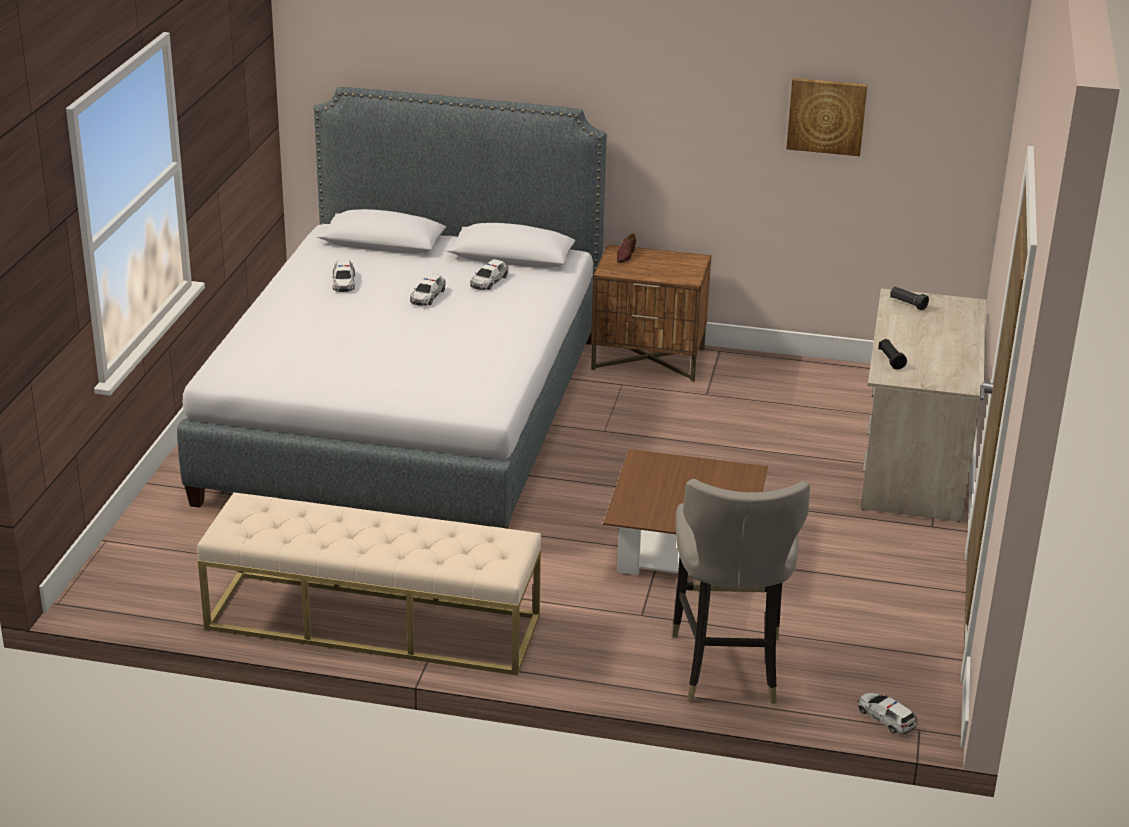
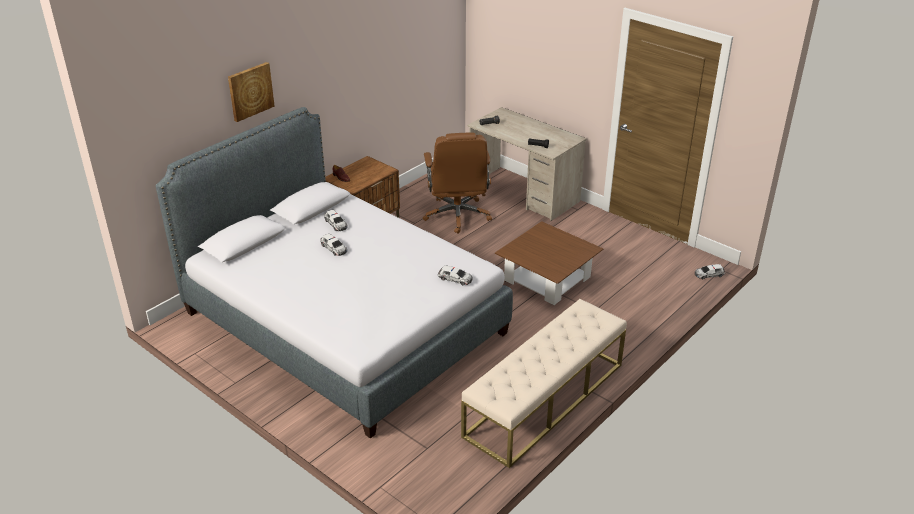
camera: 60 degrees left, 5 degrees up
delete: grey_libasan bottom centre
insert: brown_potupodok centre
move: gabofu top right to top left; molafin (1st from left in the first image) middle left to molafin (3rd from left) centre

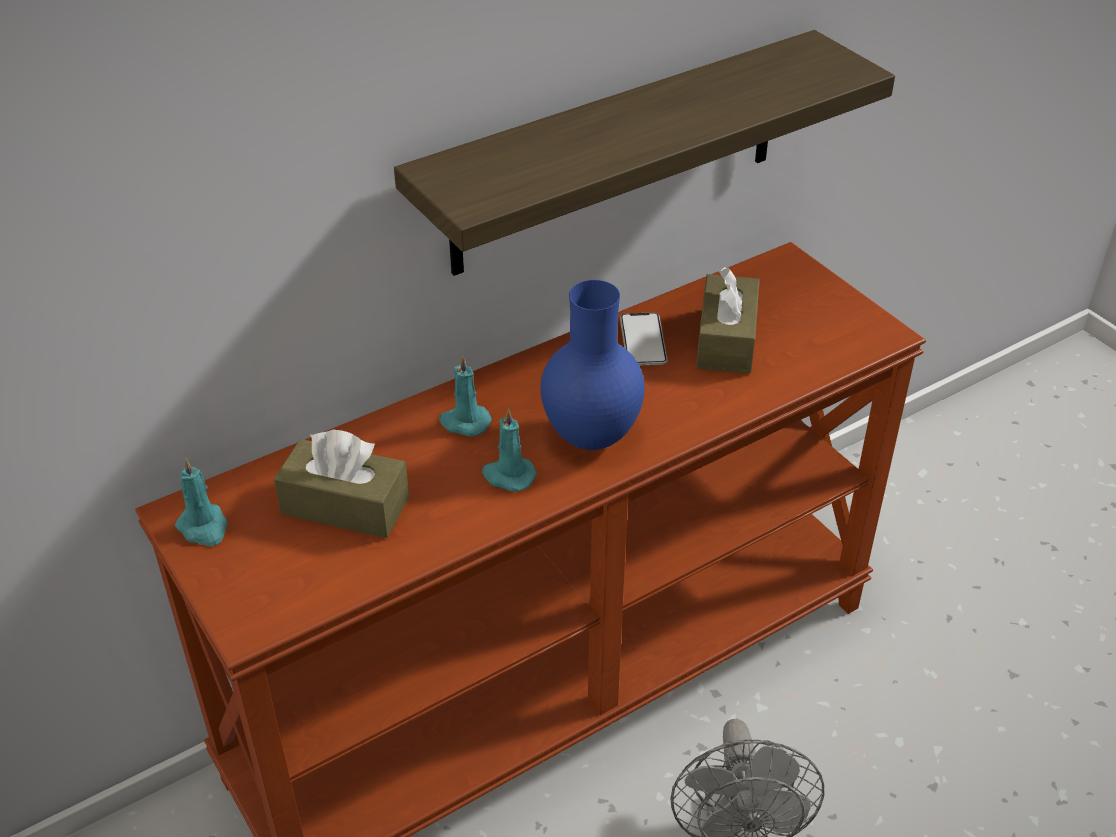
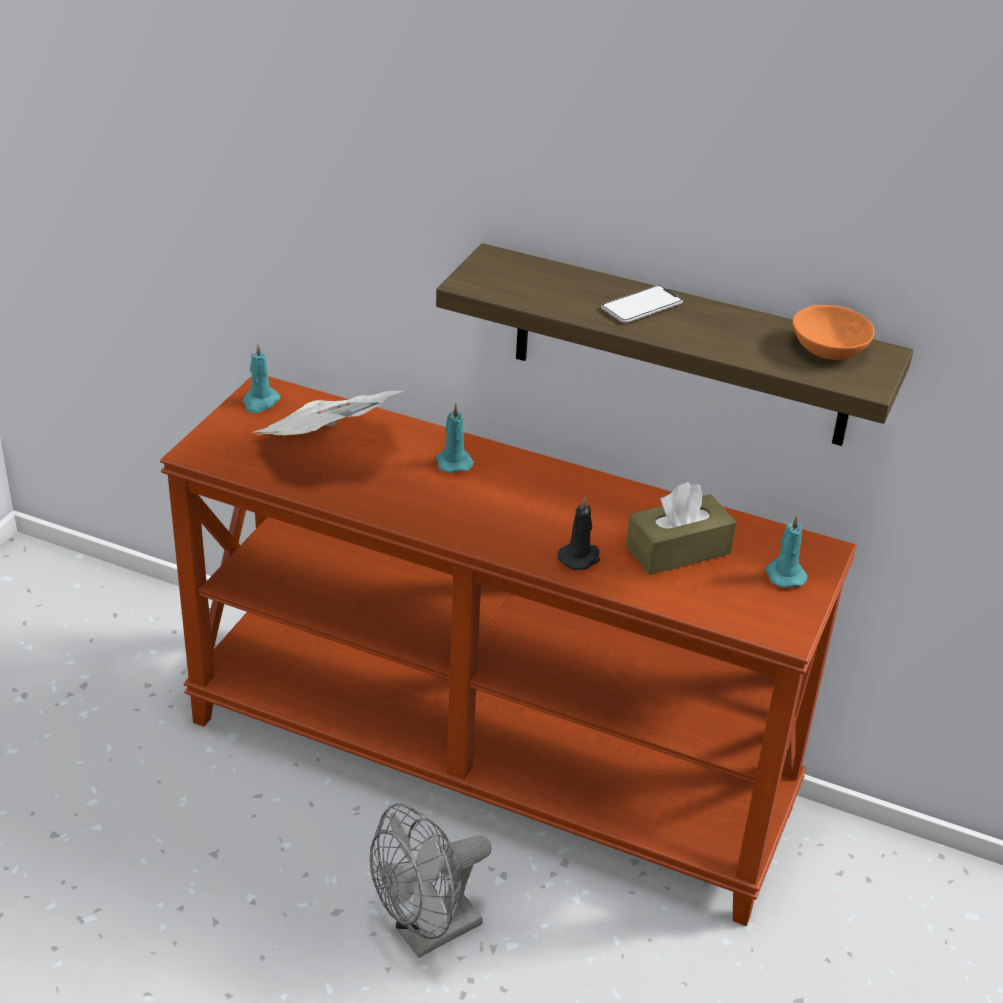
camera: 55 degrees right, 5 degrees down
delete: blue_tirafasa centre
insert: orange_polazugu top right; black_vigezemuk centre
move: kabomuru centre to top centre; turquoise_vigezemuk (3rd from left) centre to middle right
replace: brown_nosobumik (1st from left) middle left to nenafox middle left

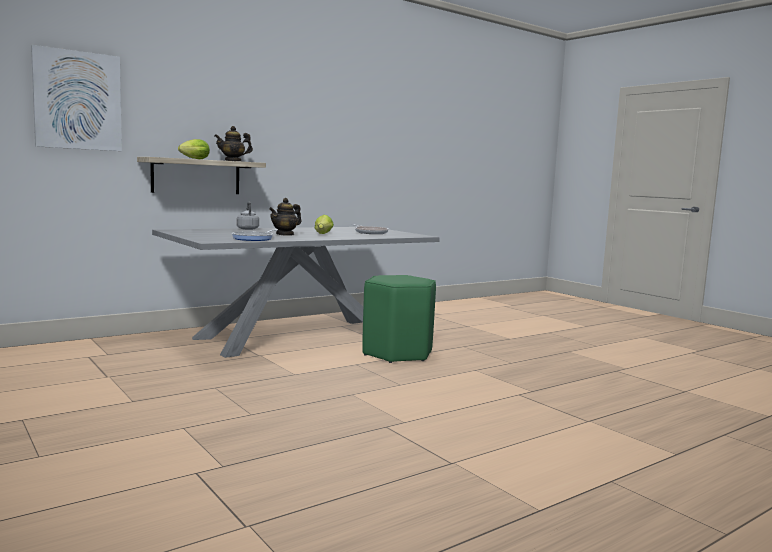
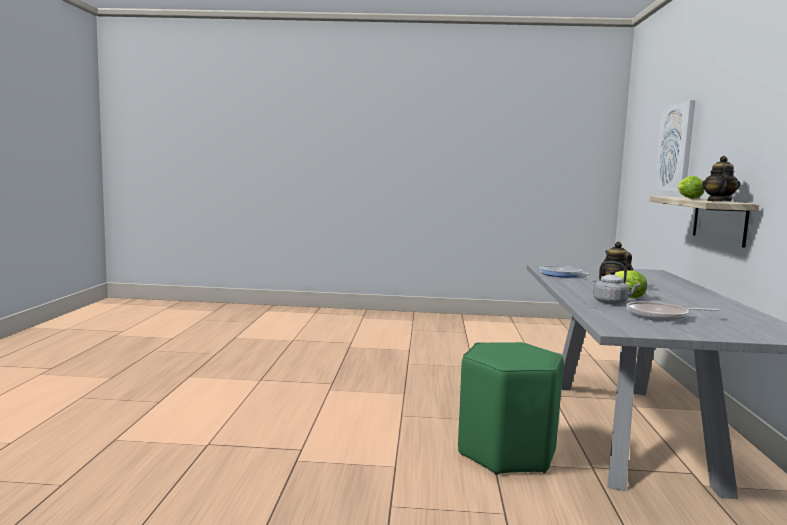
camera: 130 degrees right, 0 degrees up
move: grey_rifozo middle left to middle right

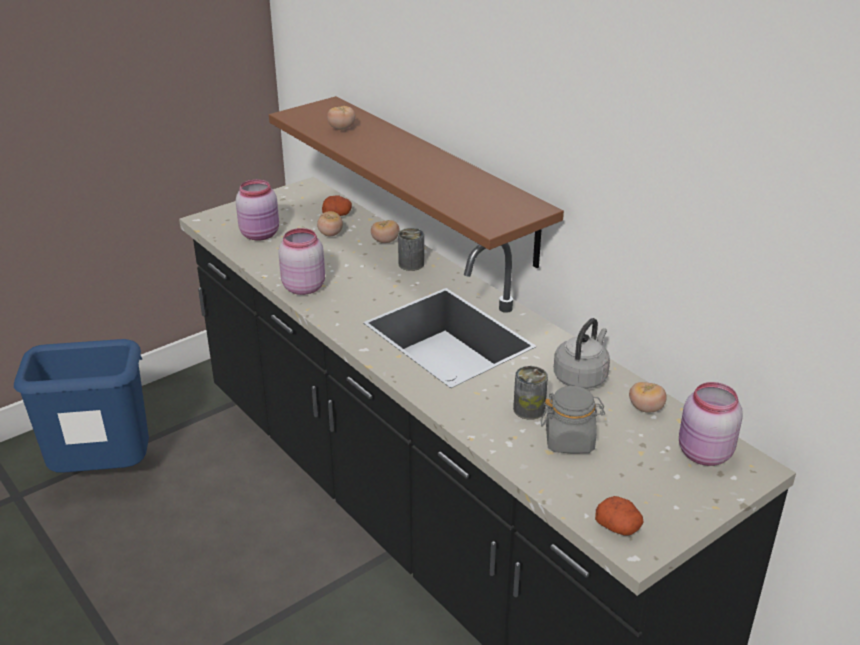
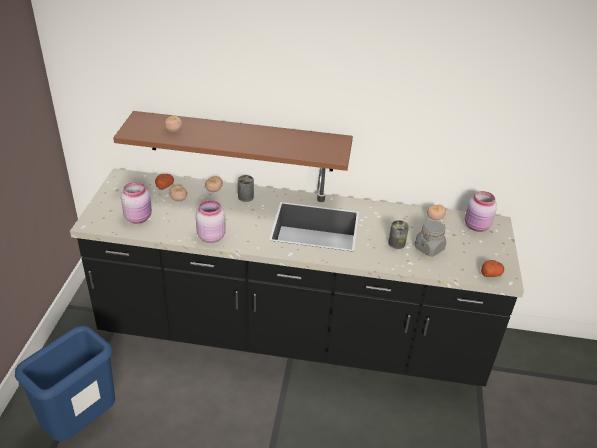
camera: 45 degrees left, 5 degrees up
delete: grey_rifozo middle right

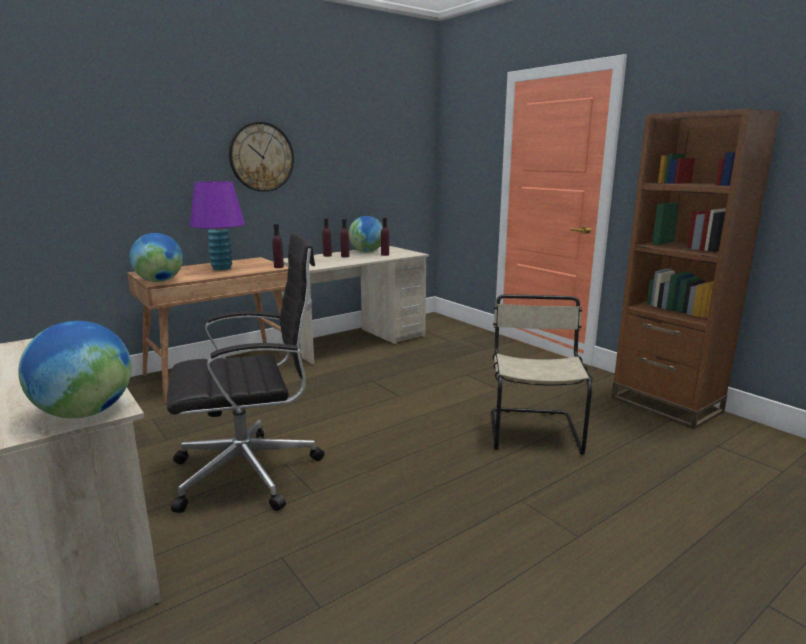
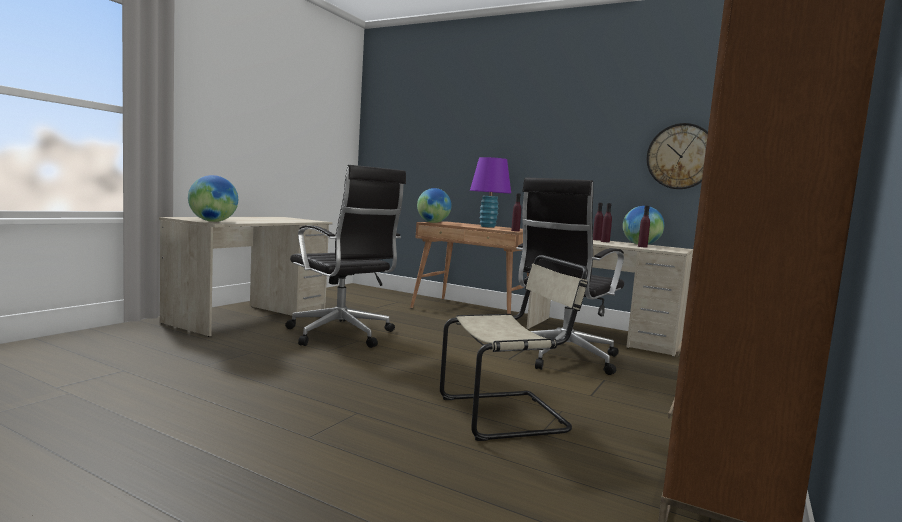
camera: 65 degrees right, 10 degrees down
insert: black_potupodok (2nd from left) centre
move: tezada top left to top right

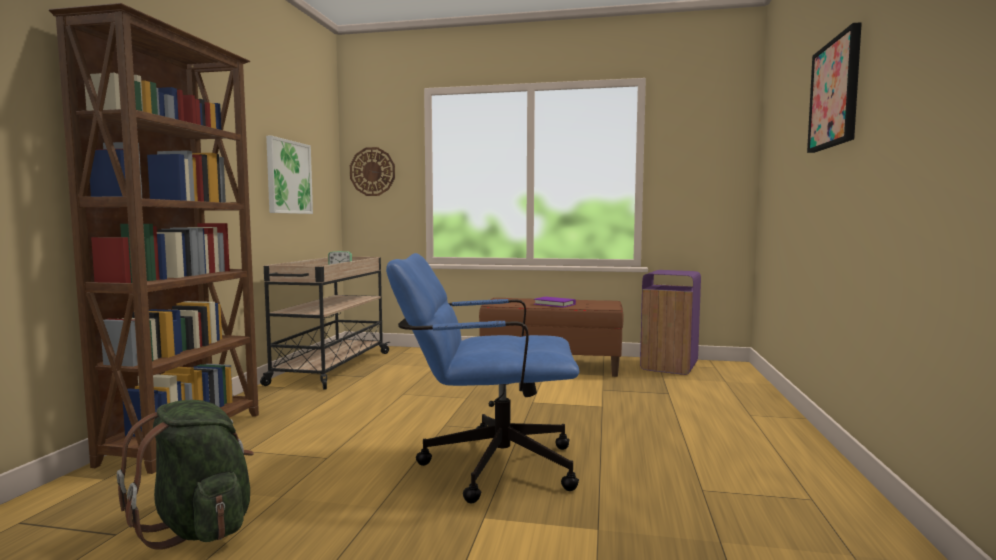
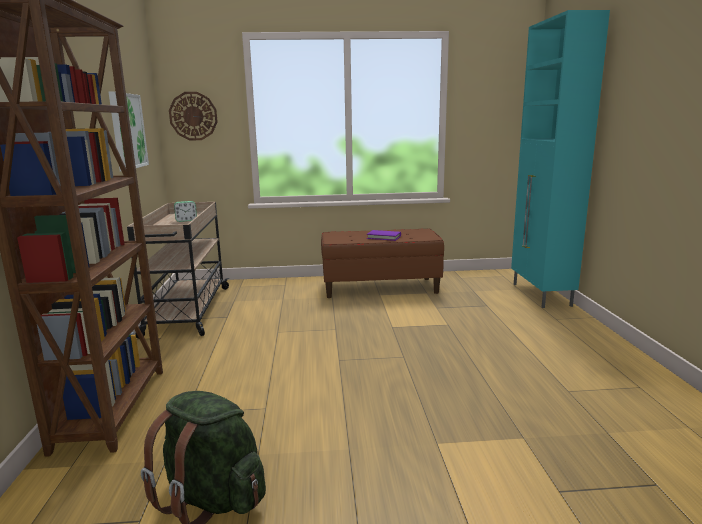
camera: 15 degrees left, 10 degrees up
delete: gabofu (2nd from left) top right; blue_potupodok bottom centre; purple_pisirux middle right
insert: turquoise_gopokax top right

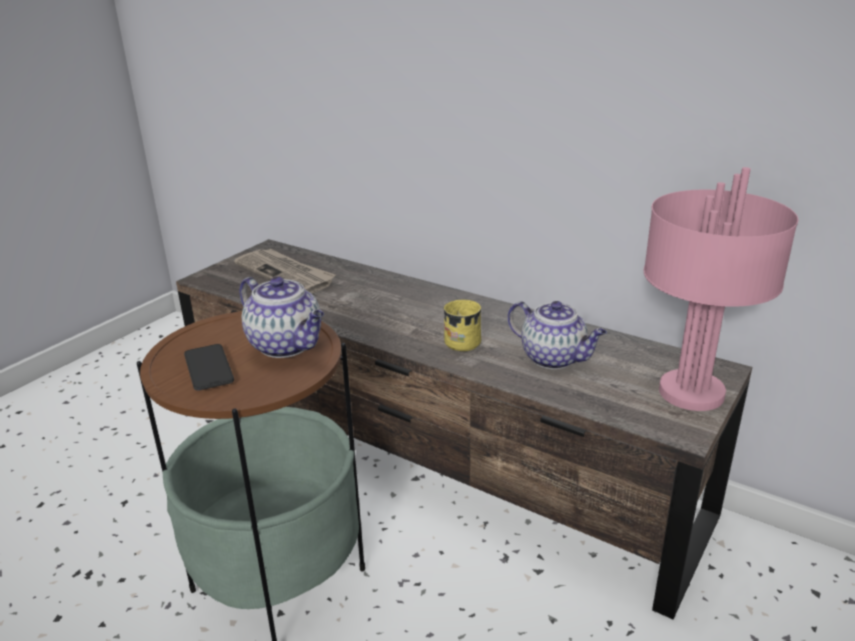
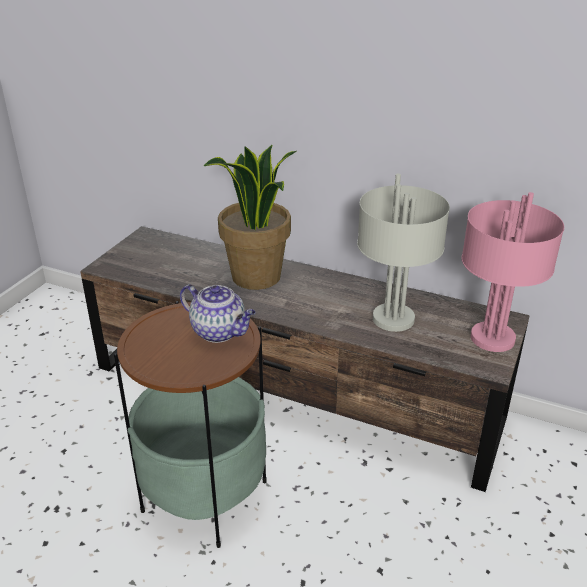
camera: 10 degrees left, 5 degrees up
delete: nenafox middle left; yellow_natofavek centre; kabomuru middle left
insert: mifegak centre
replace: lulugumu (2nd from left) centre to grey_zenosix middle right

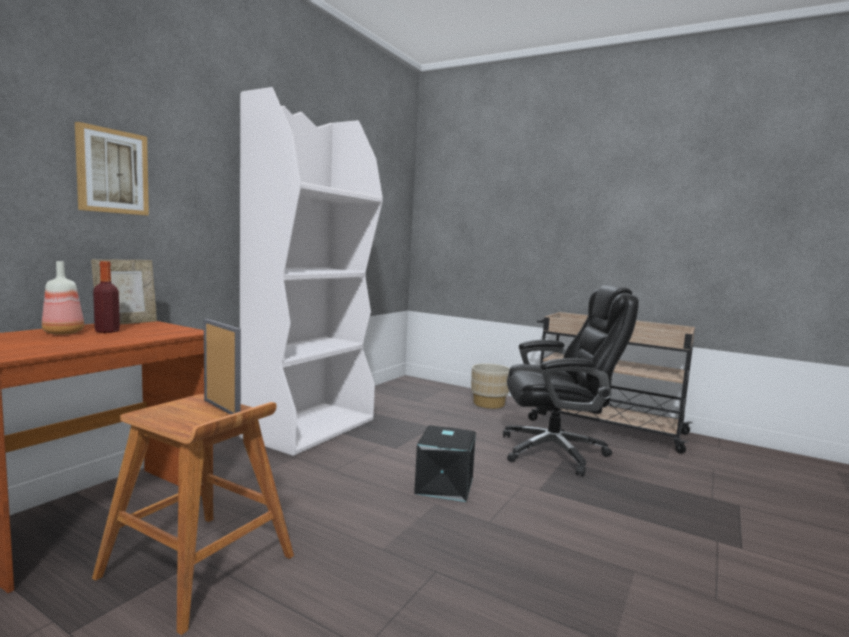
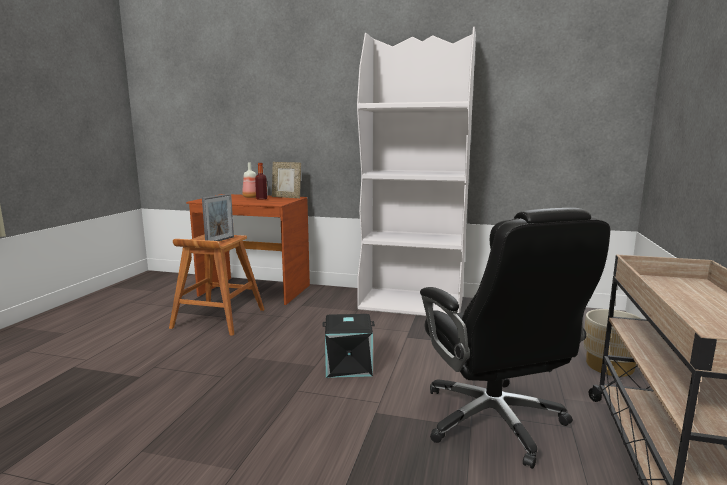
camera: 75 degrees right, 5 degrees up
delete: gabofu top left

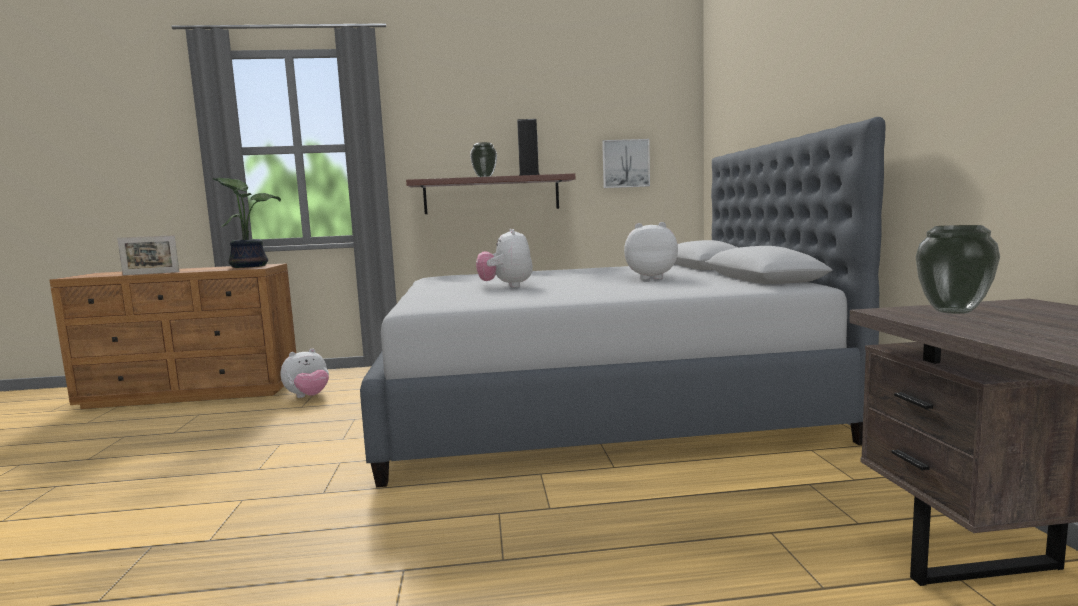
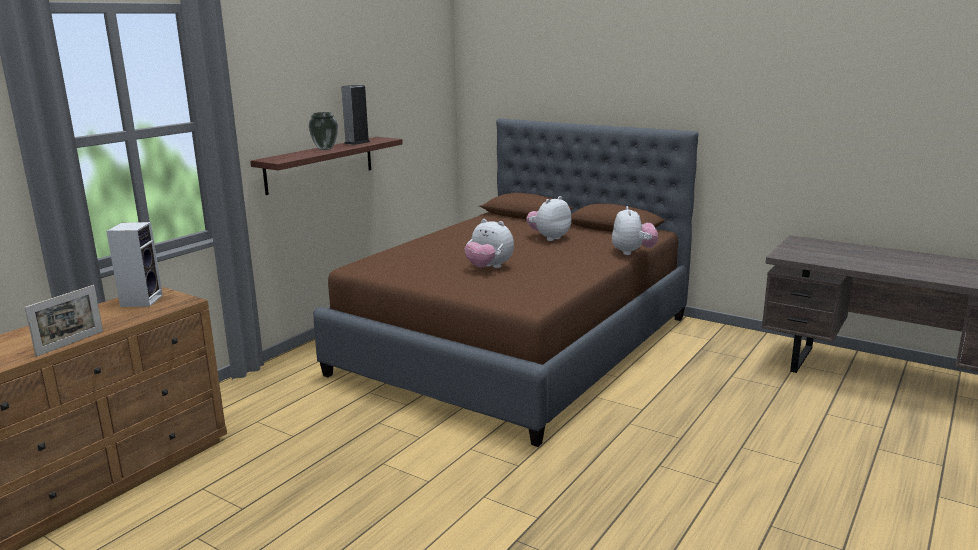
camera: 50 degrees left, 10 degrees up
delete: gabofu top centre; tirafasa (2nd from left) middle right
move: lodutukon (1st from left in the first image) middle left to lodutukon (3rd from left) centre
replace: mifegak middle left to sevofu (1st from left) middle left
recolor: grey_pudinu centre to brown_pudinu centre

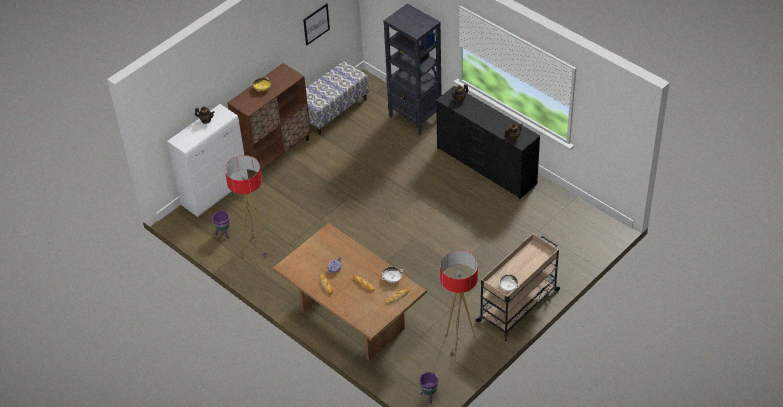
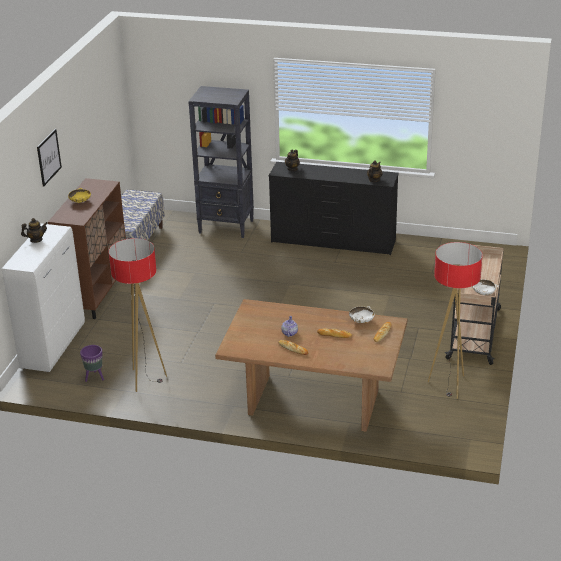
camera: 30 degrees left, 15 degrees down
delete: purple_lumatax (2nd from left) bottom centre
move: gabofu top centre to top left

